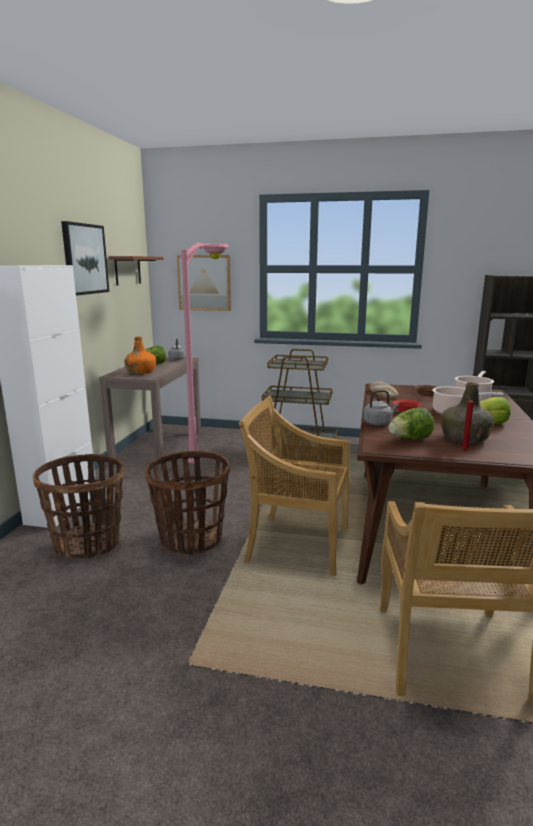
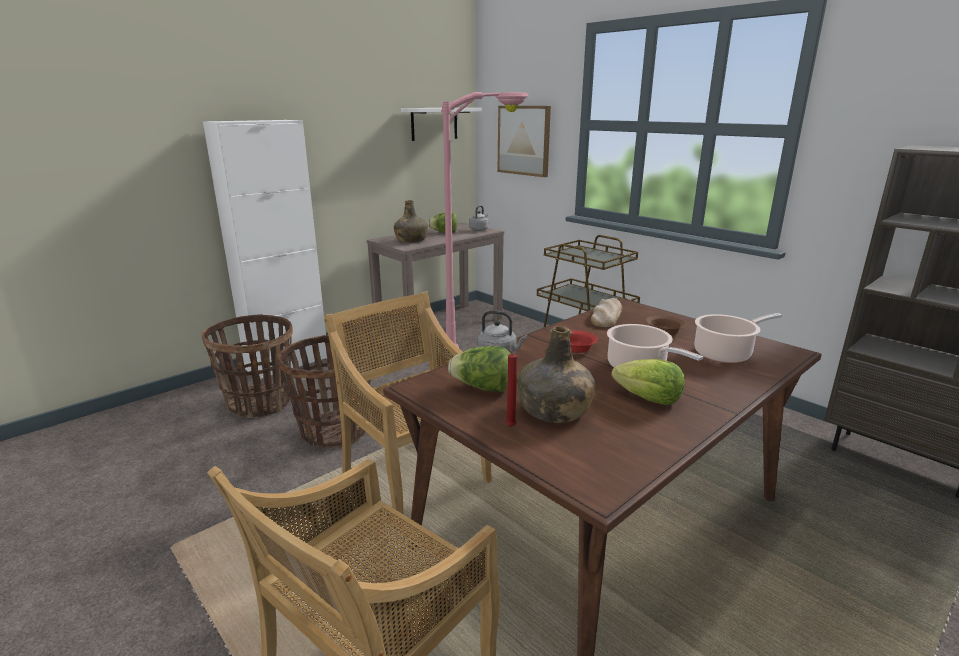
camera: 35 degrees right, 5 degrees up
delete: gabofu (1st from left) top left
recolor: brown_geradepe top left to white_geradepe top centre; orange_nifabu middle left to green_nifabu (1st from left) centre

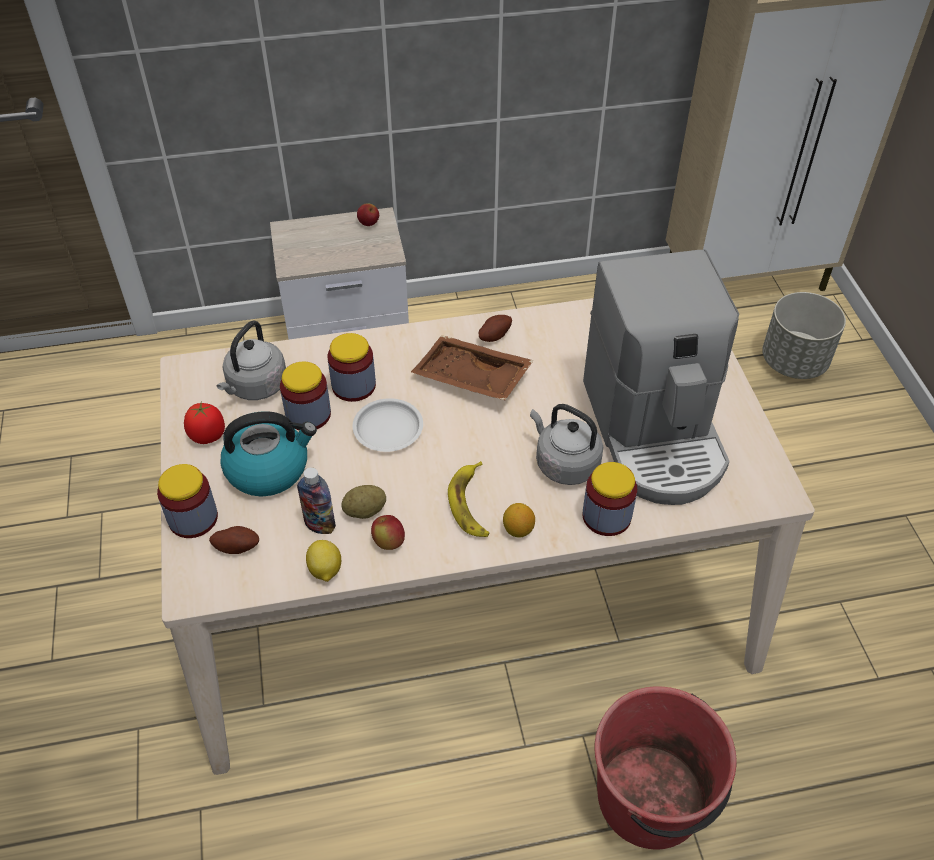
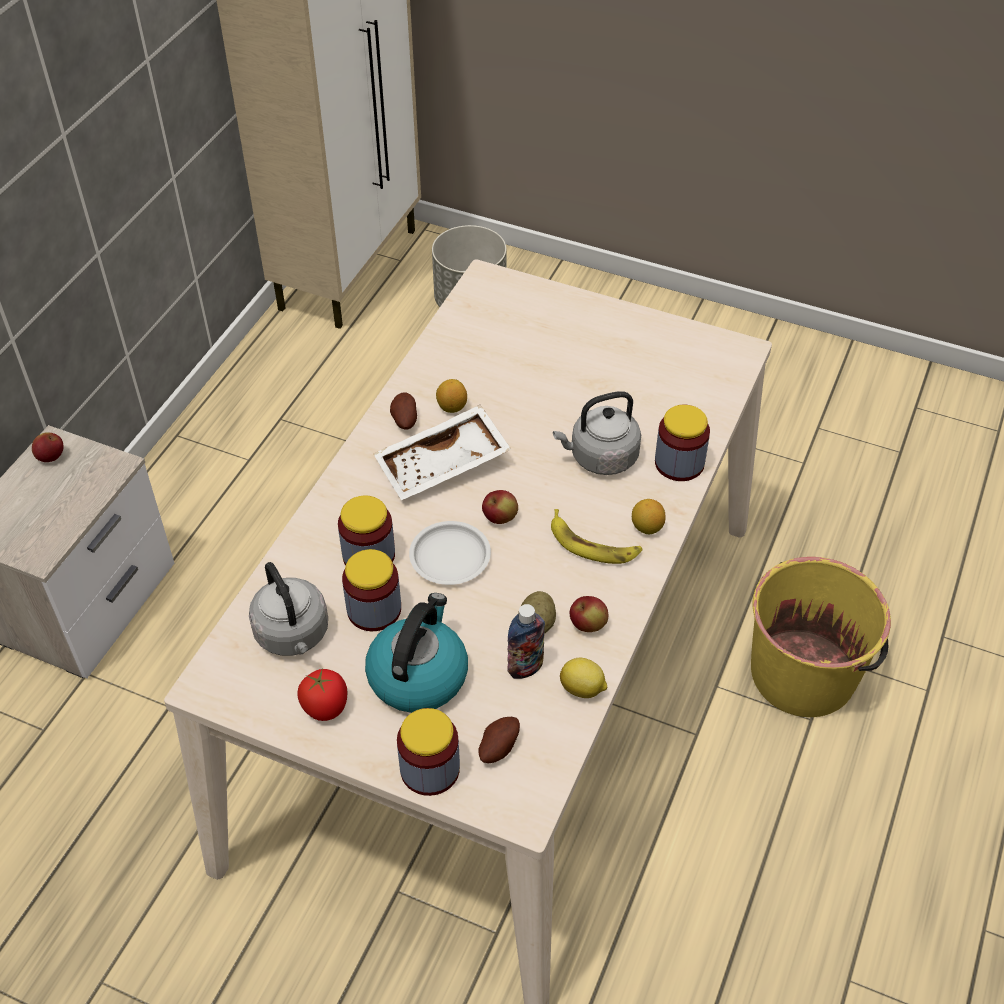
camera: 55 degrees left, 0 degrees up
delete: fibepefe middle right
insert: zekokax (1st from left) centre; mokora (2nd from left) centre
recolor: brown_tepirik centre to white_tepirik centre; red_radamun bottom right to yellow_radamun middle right

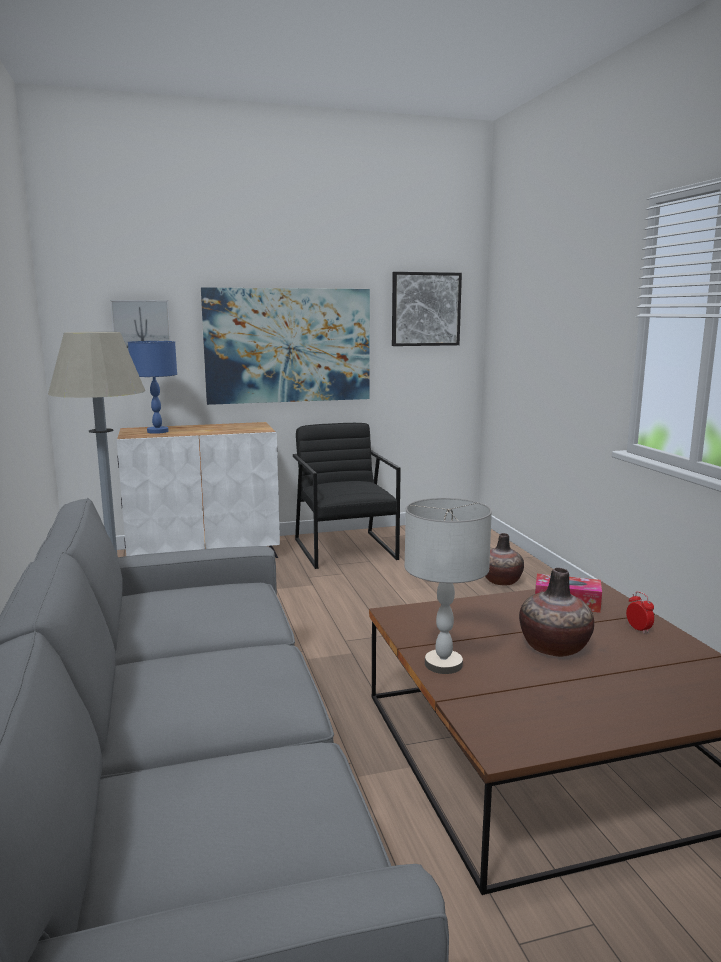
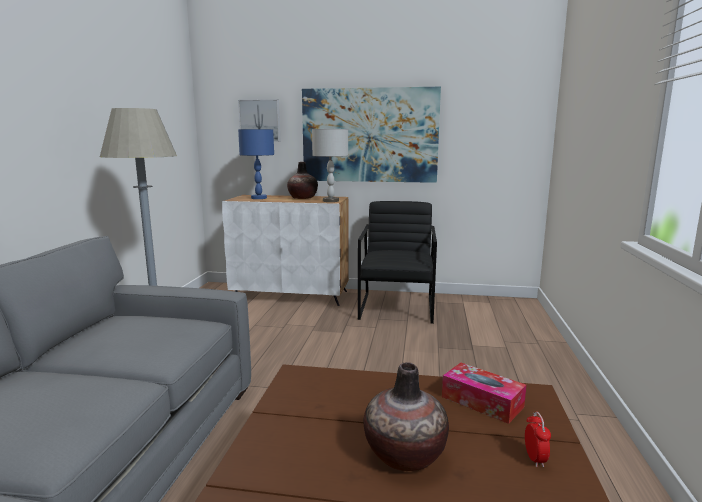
camera: 25 degrees right, 0 degrees up
delete: gabofu (3rd from left) top centre
move: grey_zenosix centre to top centre; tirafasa (1st from left) middle right to centre

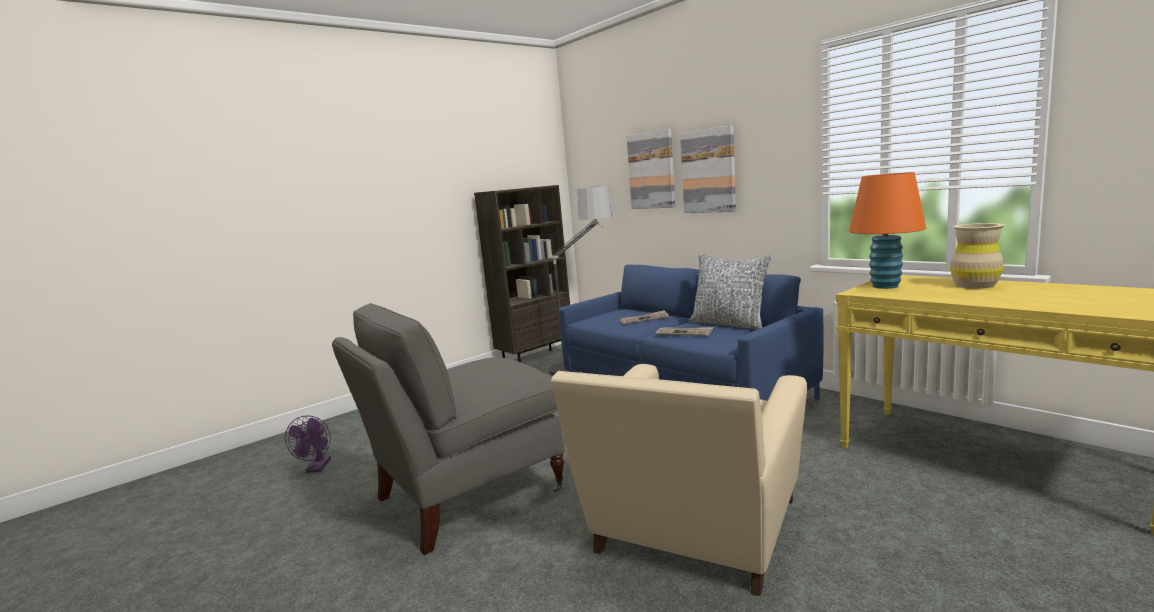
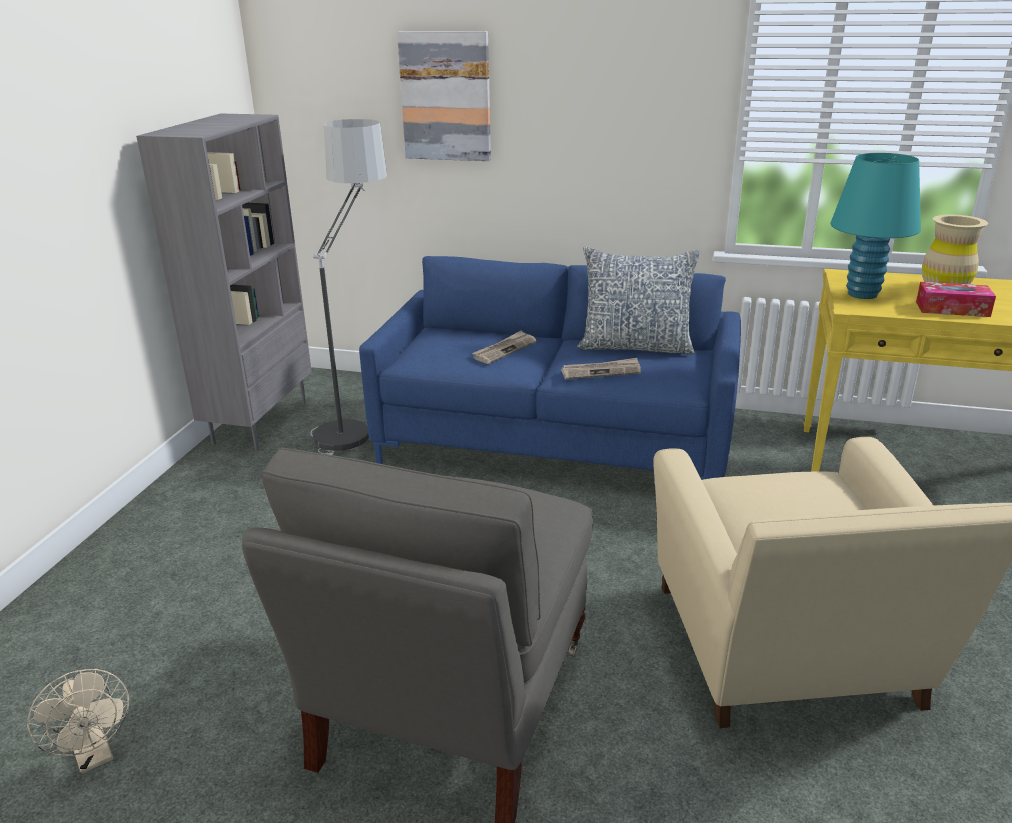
camera: 35 degrees left, 15 degrees up
delete: gabofu (2nd from left) top centre
insert: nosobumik middle right
recolor: orange_zenosix middle right to turquoise_zenosix top right; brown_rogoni centre to grey_rogoni middle left; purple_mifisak bottom left to beige_mifisak bottom left

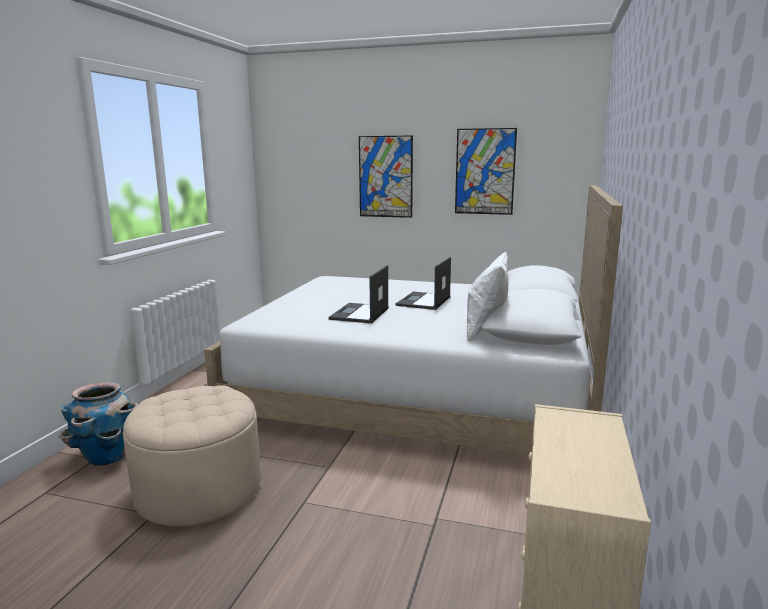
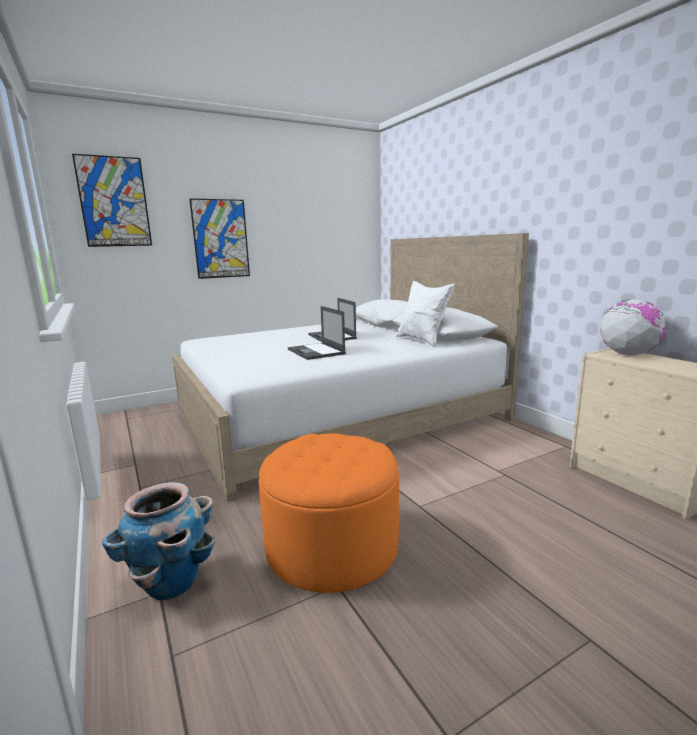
camera: 45 degrees left, 0 degrees up
insert: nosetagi middle right
move: gabofu (2nd from left in the first image) top centre to gabofu (1st from left) top left
recolor: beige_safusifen bottom left to orange_safusifen bottom centre

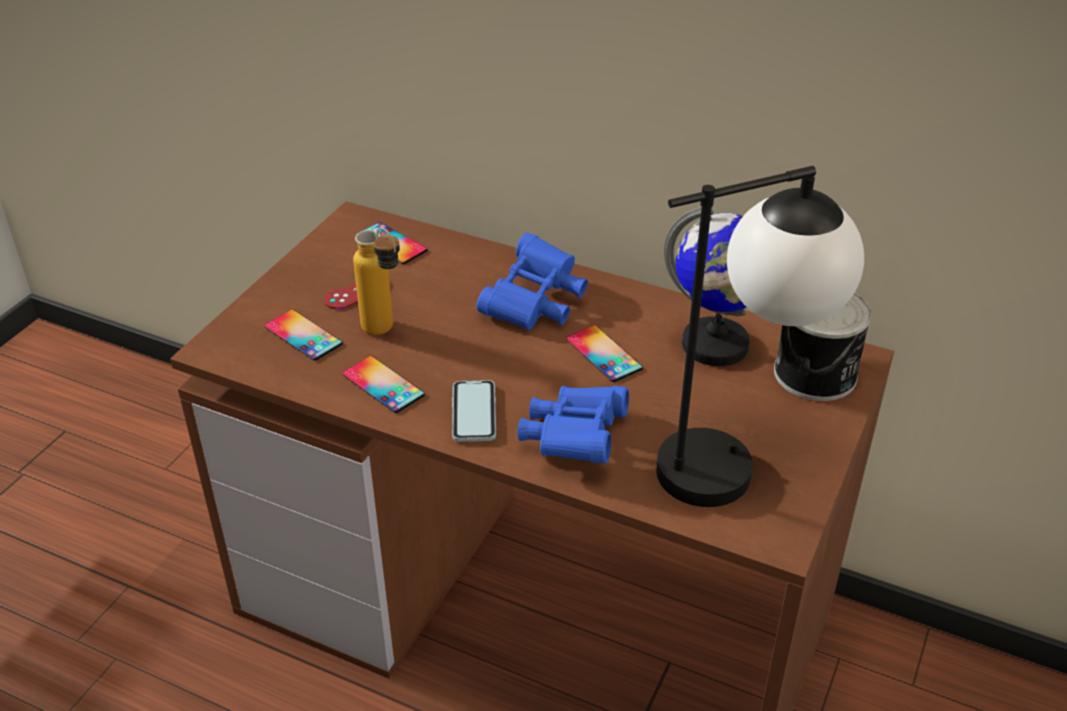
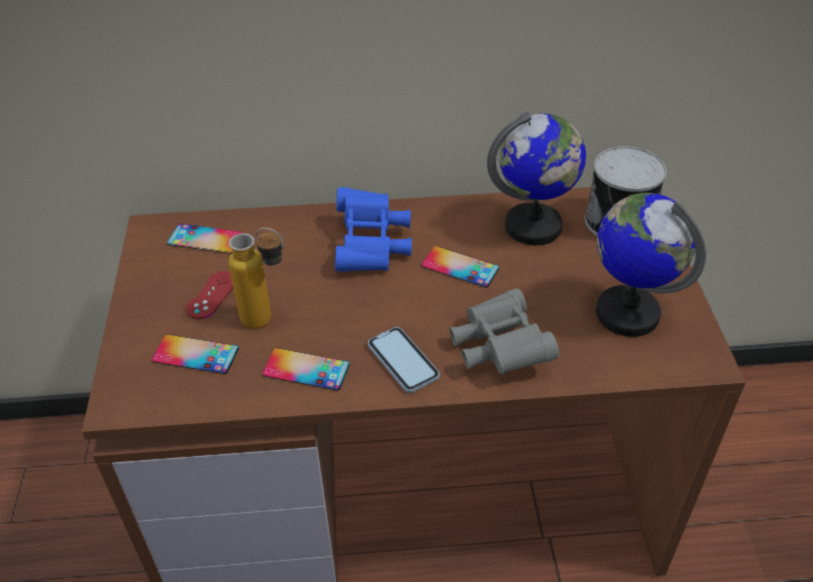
camera: 30 degrees left, 5 degrees up
replace: zenosix middle right to nosetagi (2nd from left) middle right
recolor: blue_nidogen (2nd from left) centre to grey_nidogen centre

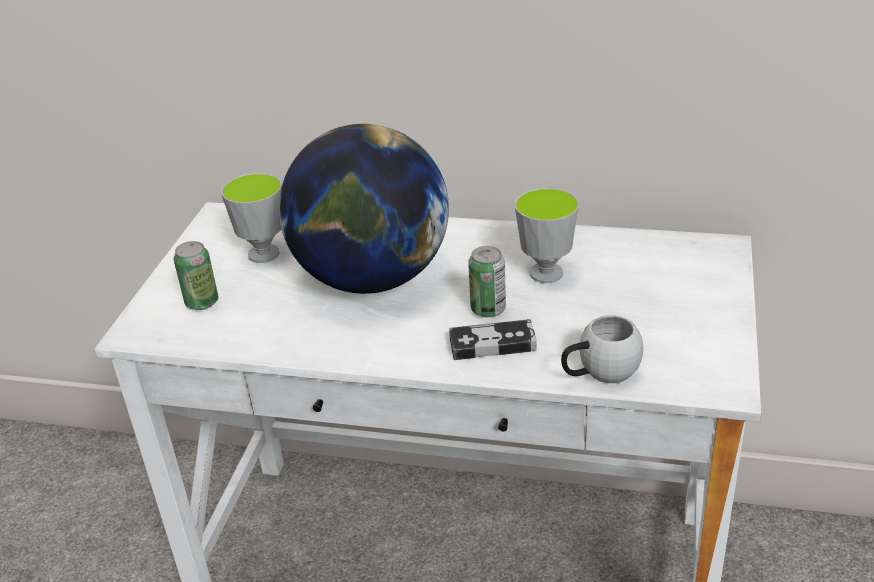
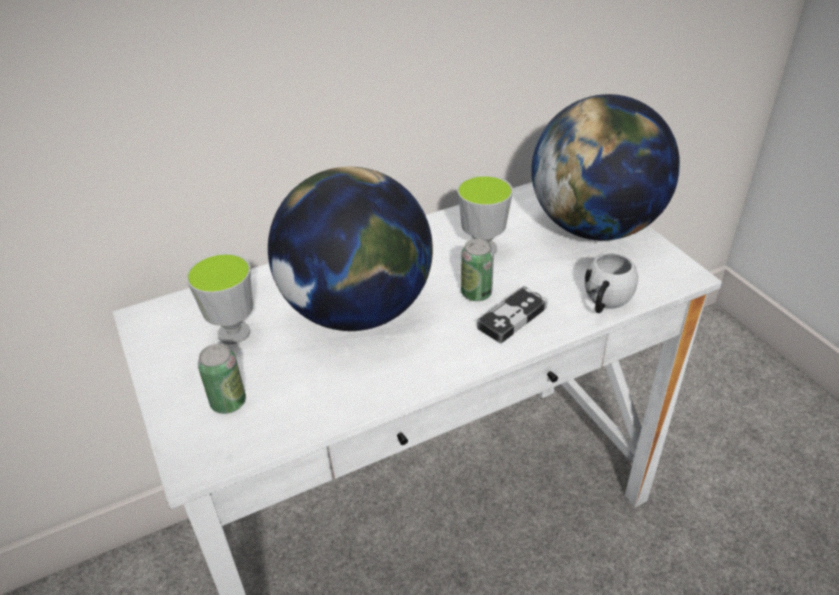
camera: 40 degrees left, 5 degrees up
insert: nosetagi (2nd from left) top right

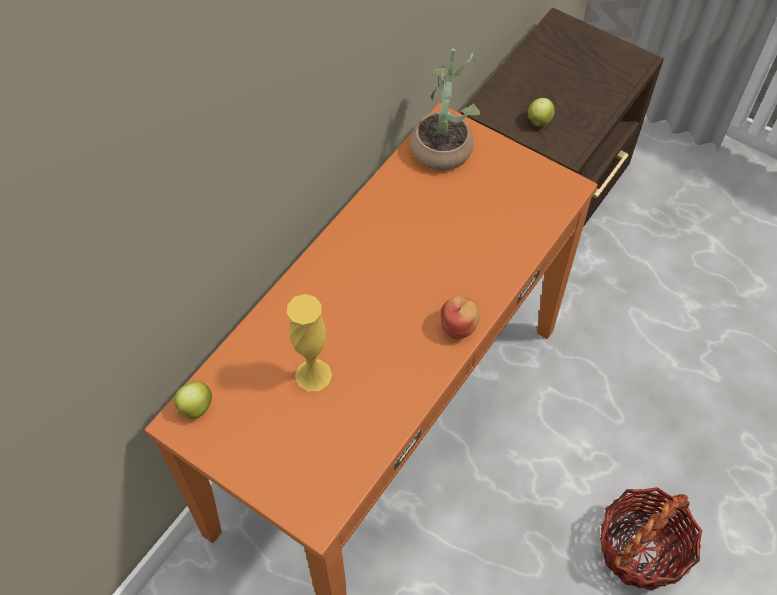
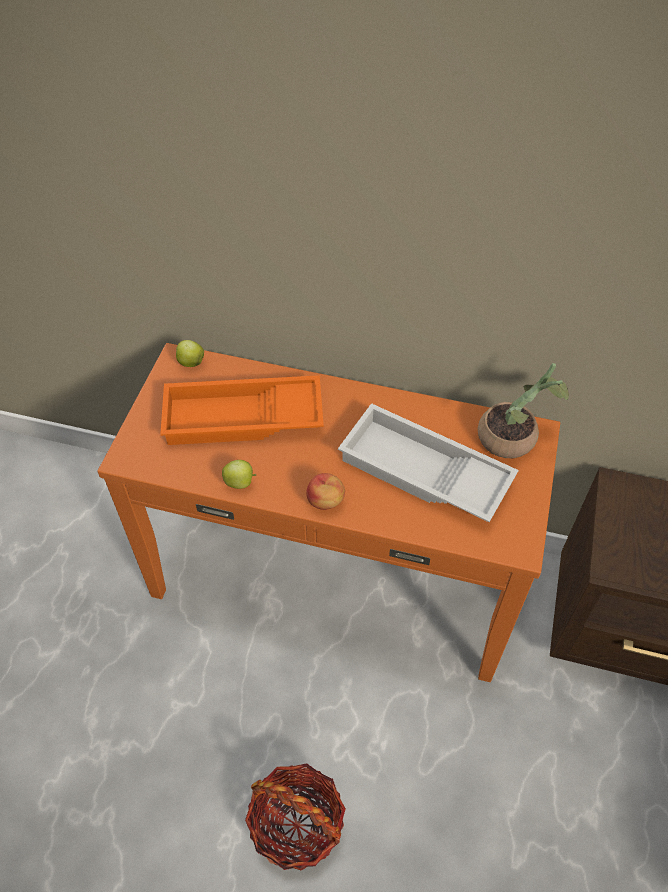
camera: 70 degrees right, 5 degrees down
insert: white_tepirik centre
move: mokora (3rd from left in the first image) top right to mokora (2nd from left) centre
replace: yellow_tirafasa centre to orange_tepirik centre

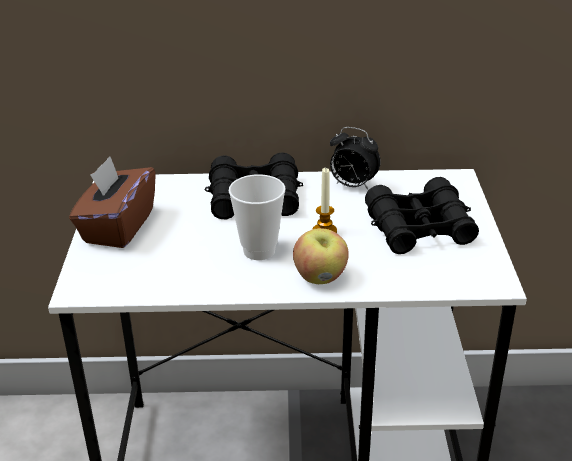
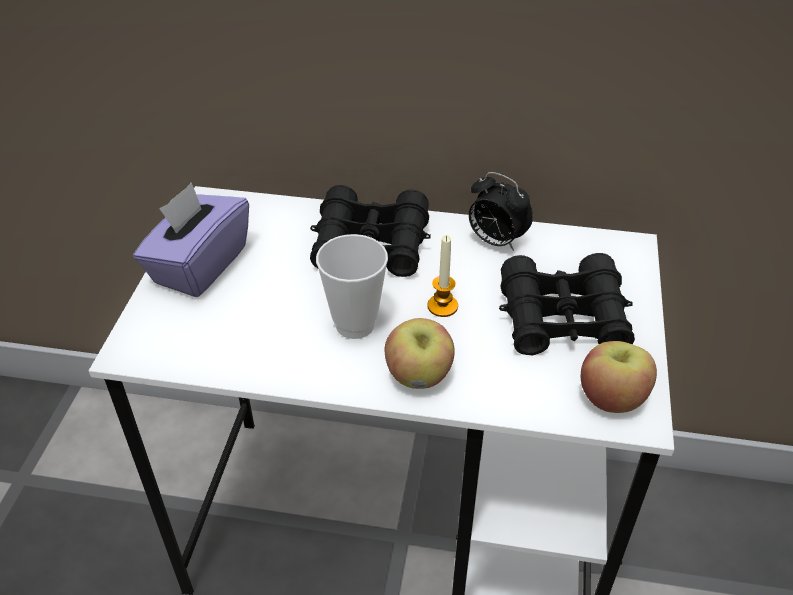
camera: 10 degrees right, 10 degrees up
insert: mokora (2nd from left) middle right
recolor: brown_nosobumik middle left to purple_nosobumik middle left

